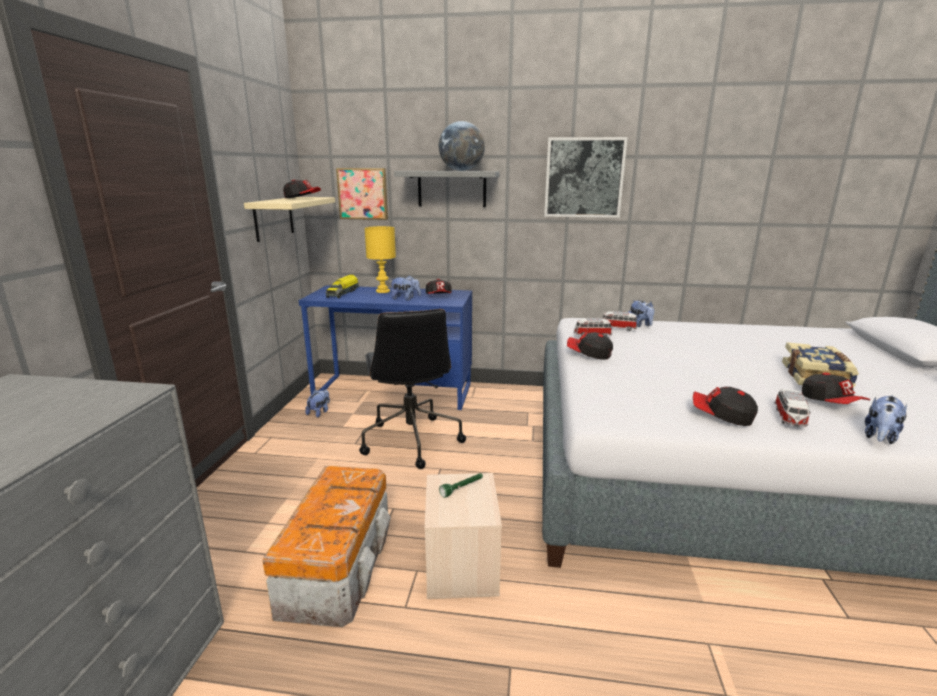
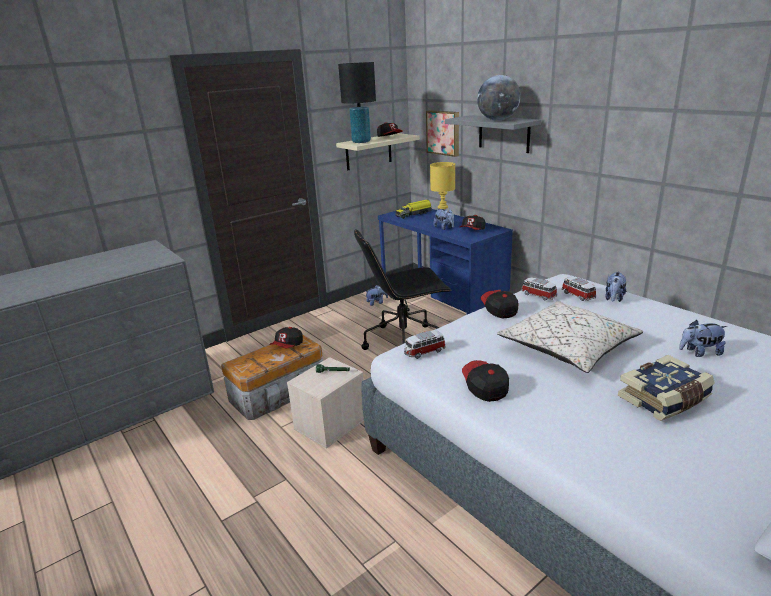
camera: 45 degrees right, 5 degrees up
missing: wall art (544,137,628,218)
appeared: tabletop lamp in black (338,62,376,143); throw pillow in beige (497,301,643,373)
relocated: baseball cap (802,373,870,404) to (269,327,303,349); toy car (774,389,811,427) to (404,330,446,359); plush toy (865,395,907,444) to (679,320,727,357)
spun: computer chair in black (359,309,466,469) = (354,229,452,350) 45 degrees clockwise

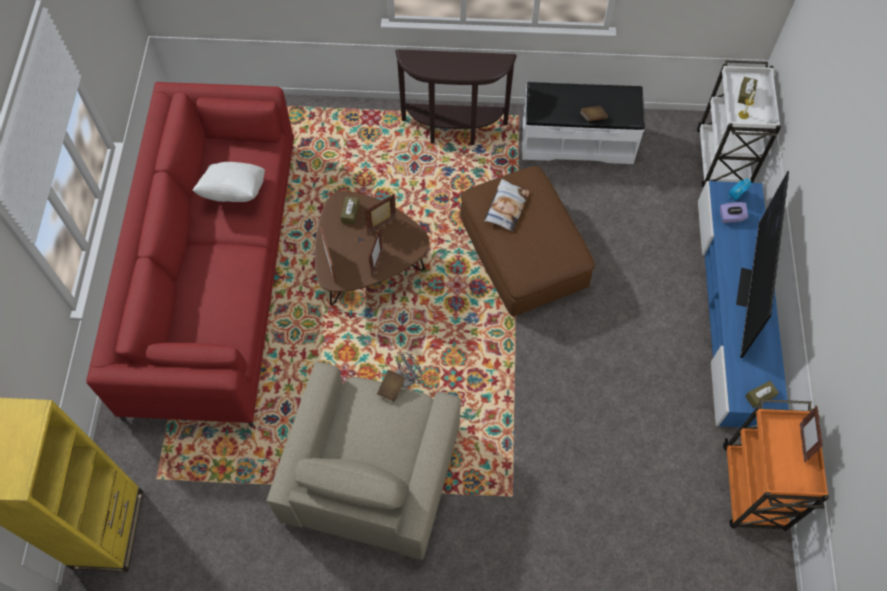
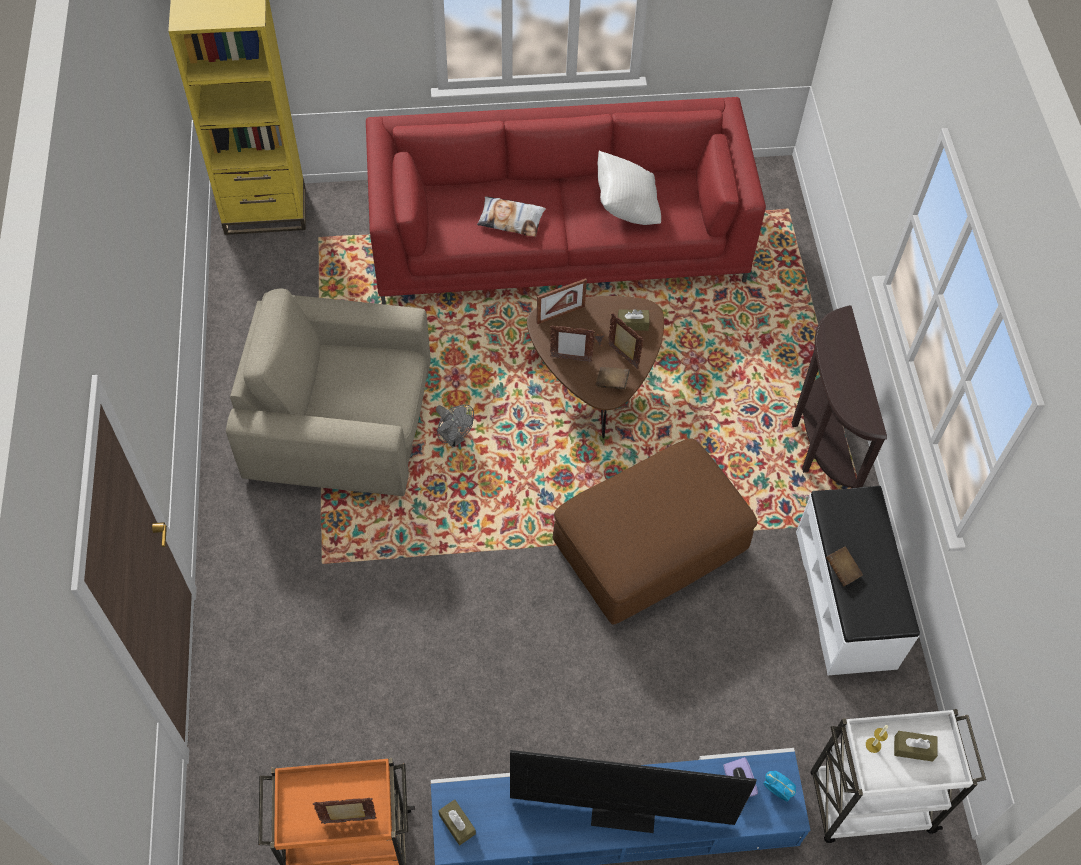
camera: 80 degrees right, 5 degrees down
relocated: throw pillow (484,179,530,231) to (477,196,546,237); volume in brown (377,370,406,402) to (596,367,630,390)

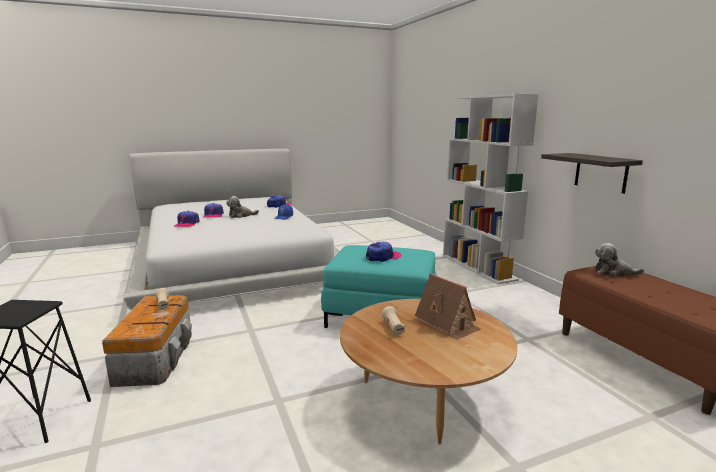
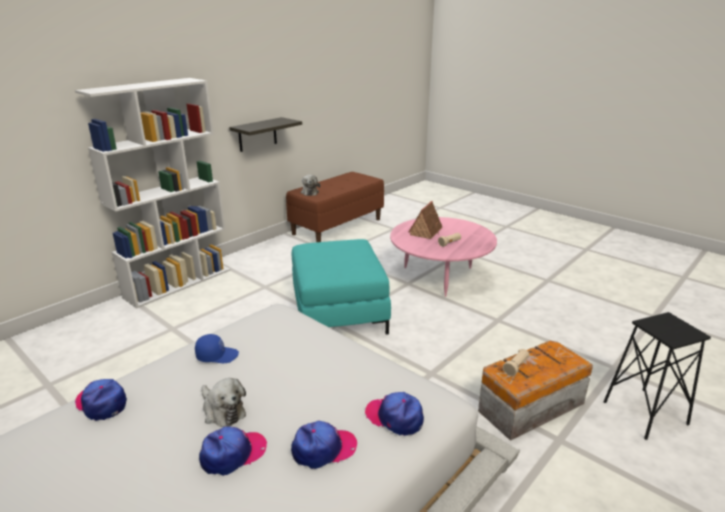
camera: 115 degrees left, 10 degrees up
relocated: baseball cap (366,242,401,262) to (365,392,424,436)
colour: lounge table in brown (340,299,517,444) to lounge table in pinkish (390,217,497,297)

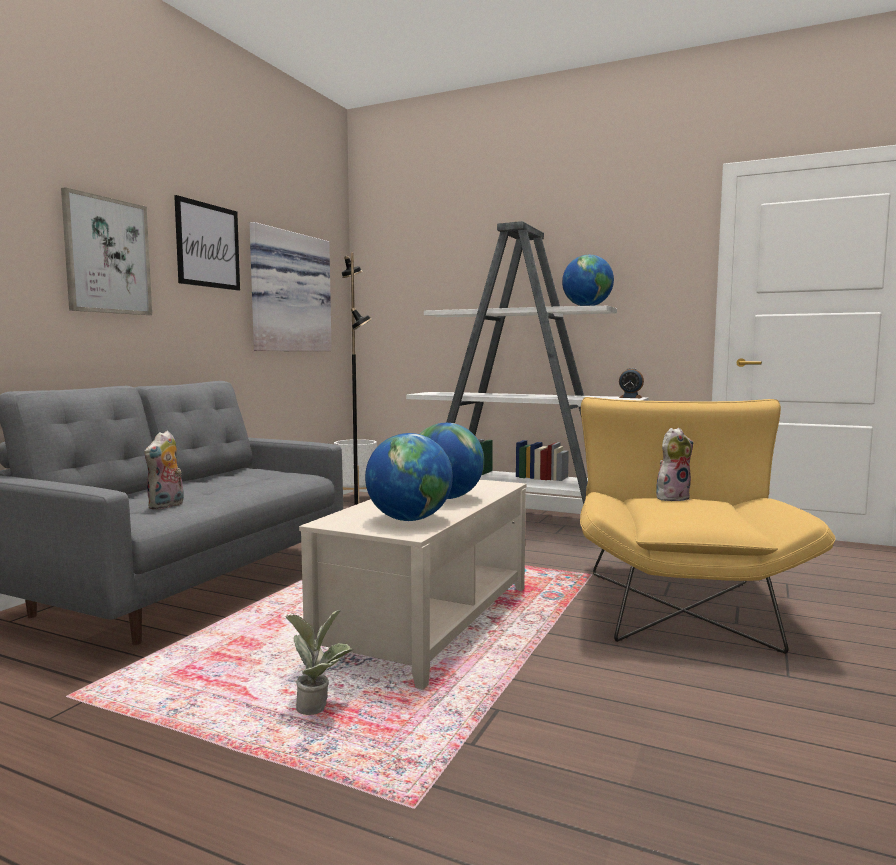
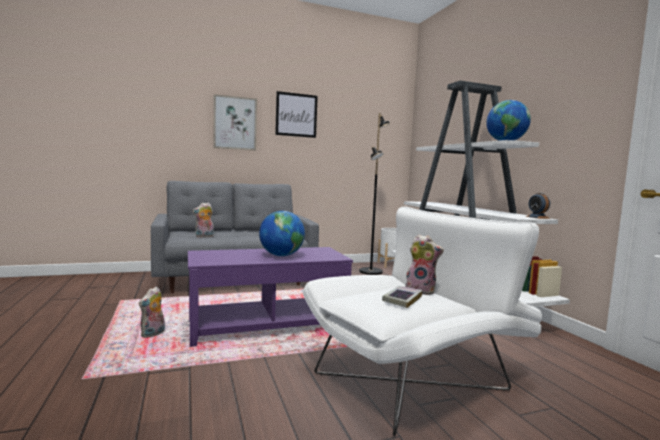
camera: 45 degrees right, 0 degrees up
missing: wall art (250,222,332,351); world globe (365,433,453,521)
appeared: volume (382,286,422,308)
exchanged: potted plant (286,610,353,715) to plush toy (139,287,165,338)
colour: easy chair in yellowish (580,397,836,654) to easy chair in whitish (303,207,542,436); lounge table in beige (299,479,526,689) to lounge table in purplish (188,247,353,347)

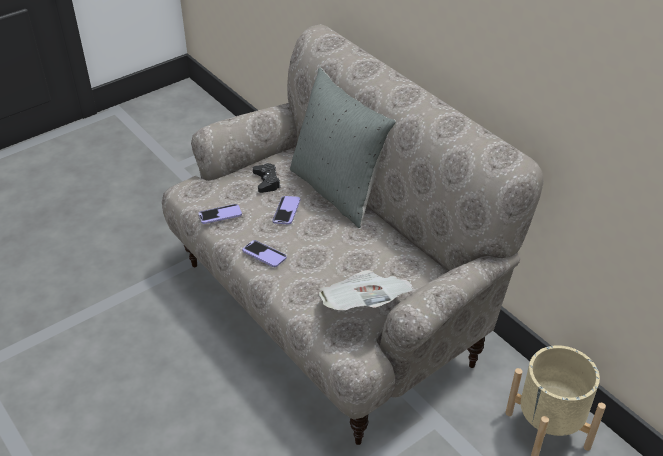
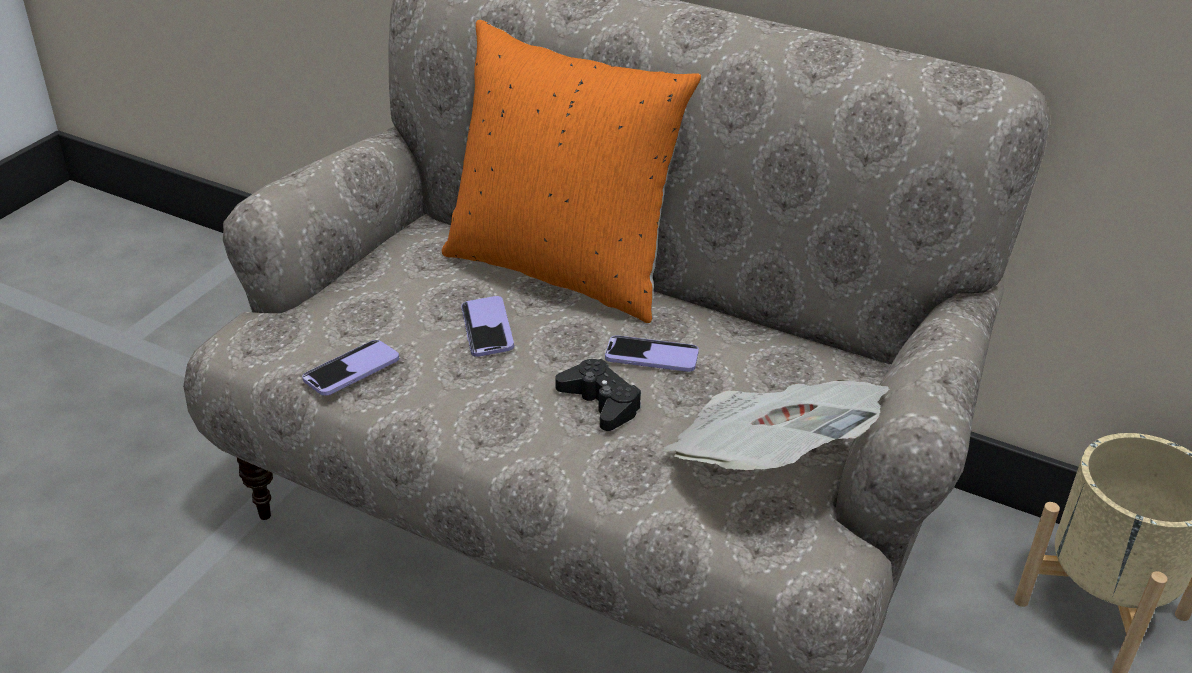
camera: 25 degrees left, 5 degrees down
relocated: gamepad in black (253,163,281,193) to (555,359,641,431); telephone (242,240,287,267) to (605,335,699,372)
colour: throw pillow in greyish (290,68,396,228) to throw pillow in orangey (442,20,701,323)

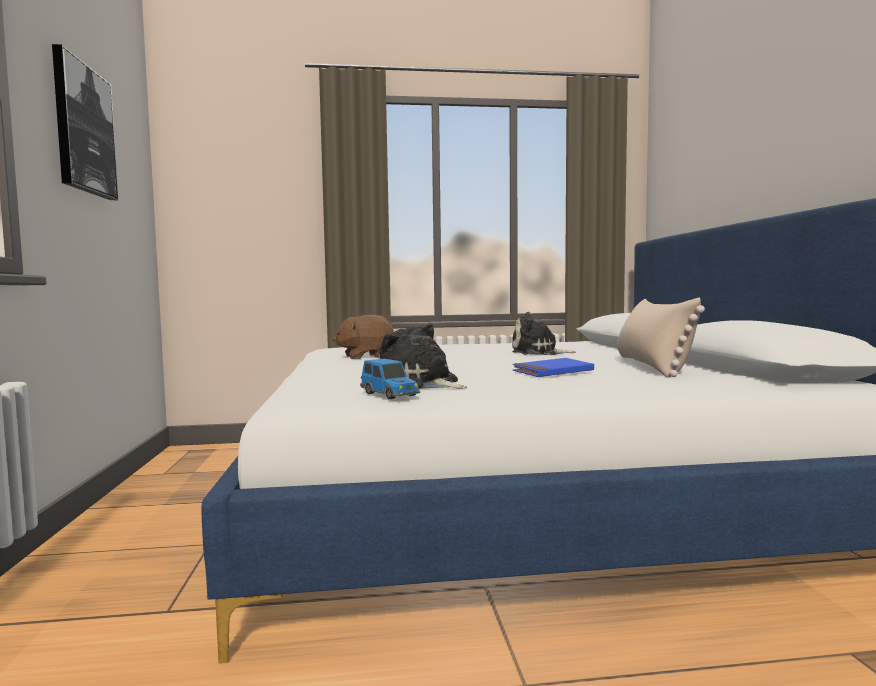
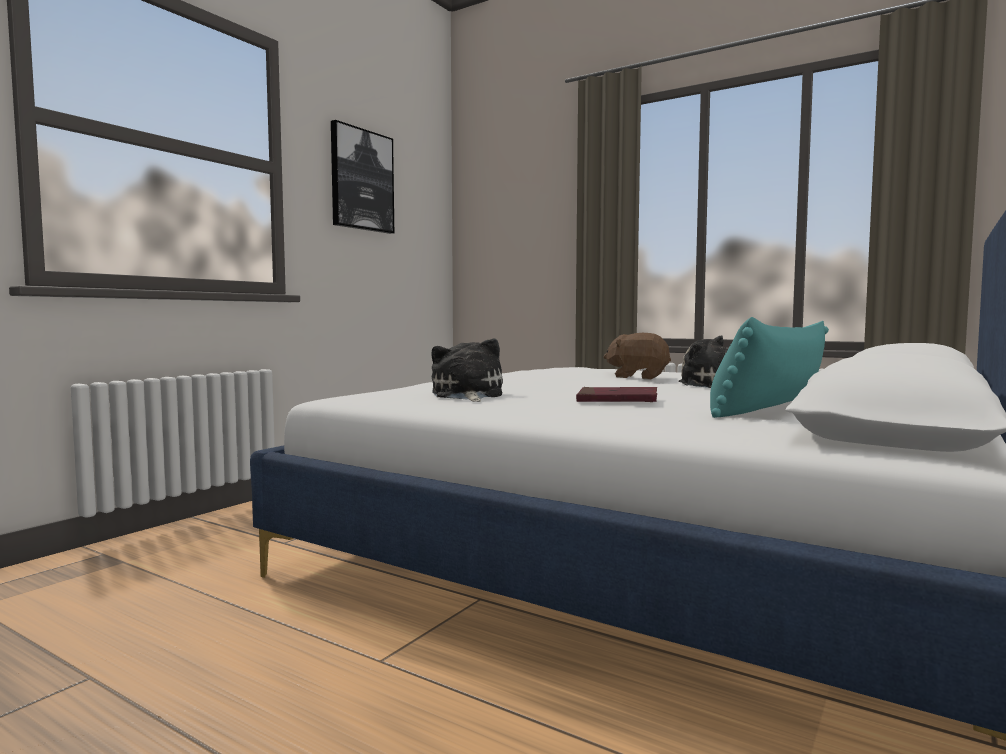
camera: 40 degrees right, 0 degrees up
missing: toy car (360,359,420,399)
relocated: plush toy in brown (333,315,394,359) to (603,333,671,380)
colour: throw pillow in beige (617,297,705,378) to throw pillow in blue-green (710,317,829,418); volume in blue-coloured (513,358,594,377) to volume in red (576,387,657,402)

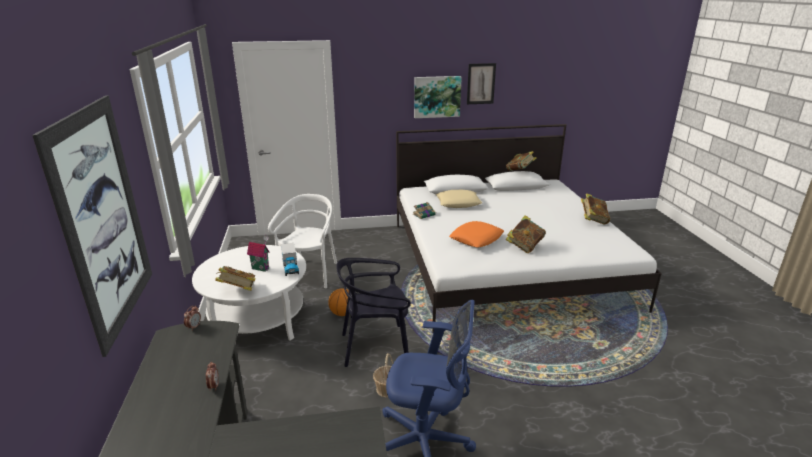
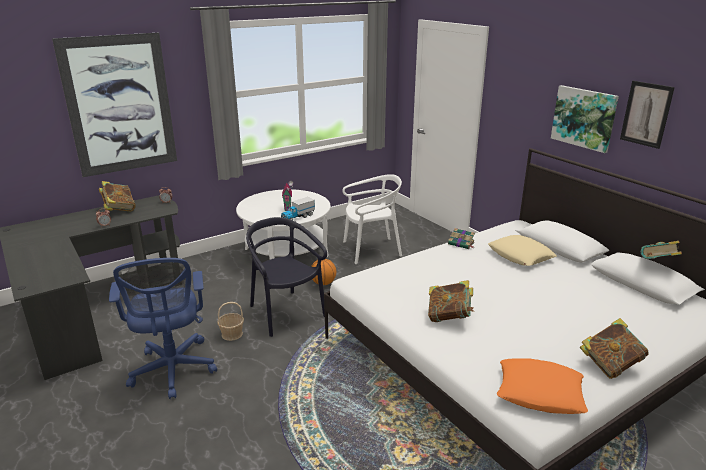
camera: 65 degrees right, 0 degrees up
relocated: throw pillow in orangey (449,221,504,247) to (497,358,588,414); volume (215,266,256,291) to (99,181,136,212)

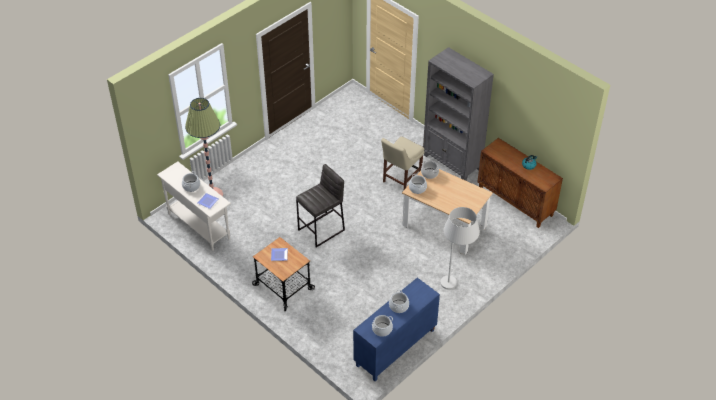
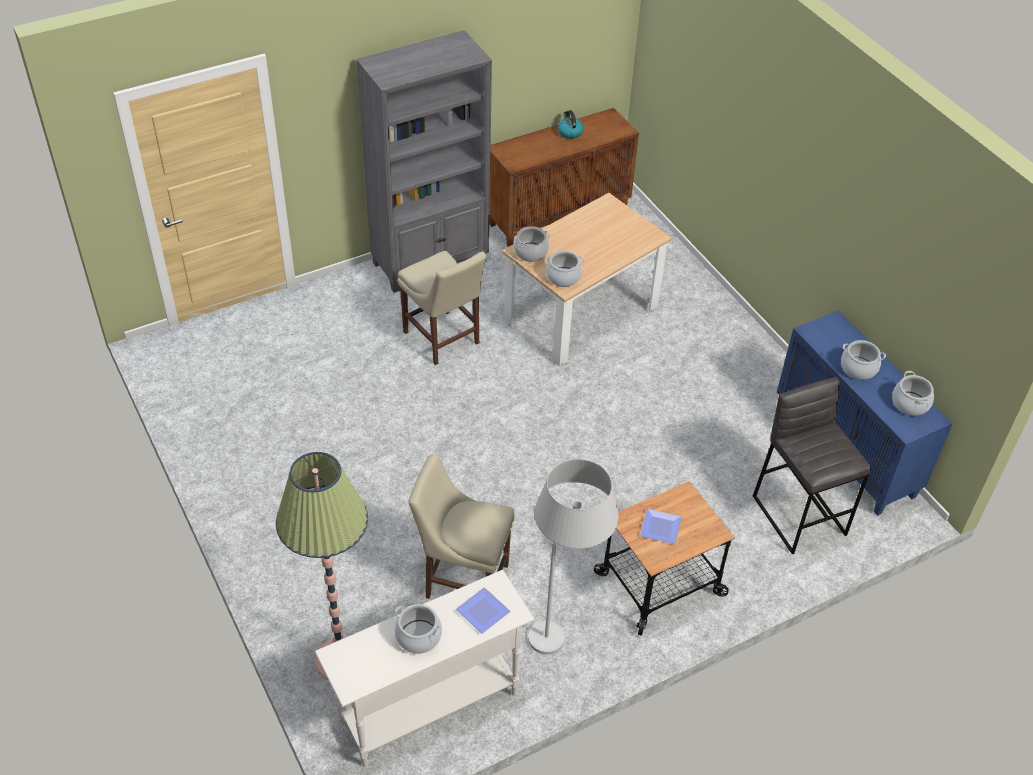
camera: 75 degrees left, 0 degrees up
appeared: upright chair in beige (409,454,515,599)
relocated: stool in greyish (296,164,345,248) to (753,377,871,554); floor lamp in whitish (440,207,480,290) to (528,459,619,655)

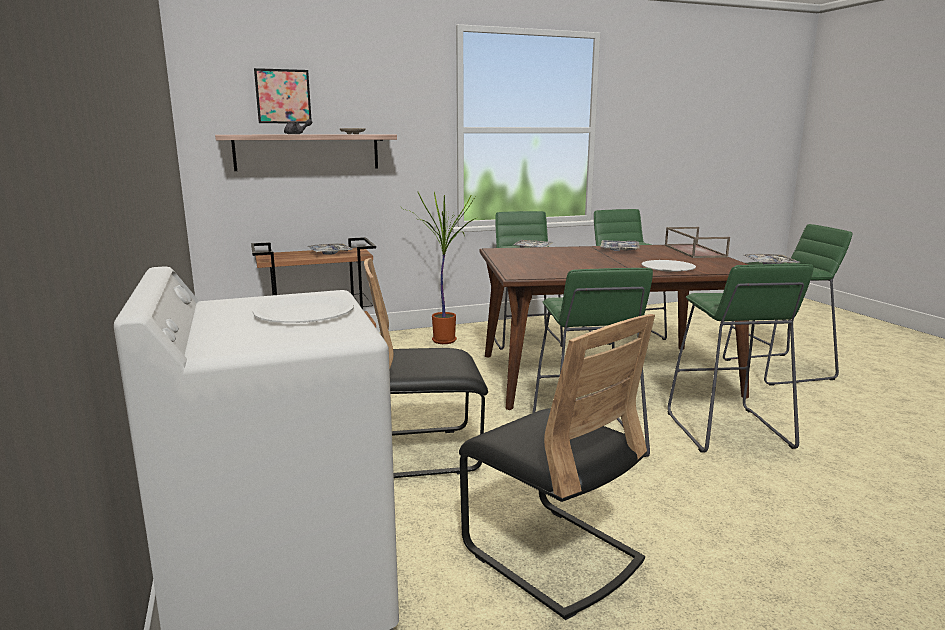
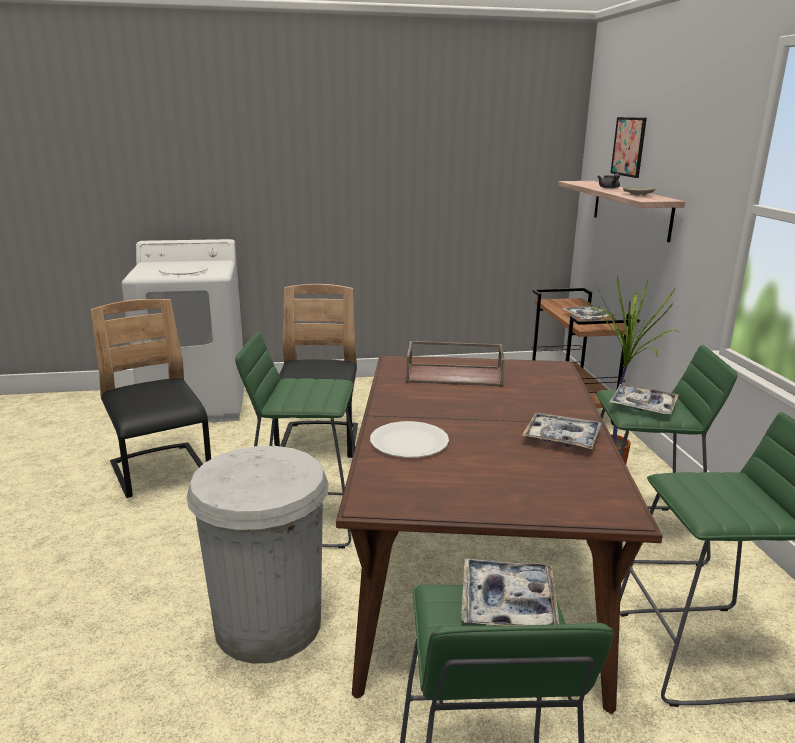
camera: 100 degrees right, 5 degrees up
relocated: tray in brown (665,227,730,258) to (406,341,505,386)
exchanged: stool in green-coloured (668,264,814,453) to trash can in whitish (187,446,329,664)
spun: upright chair in black (459,314,655,620) = (91,299,211,498) 90 degrees clockwise

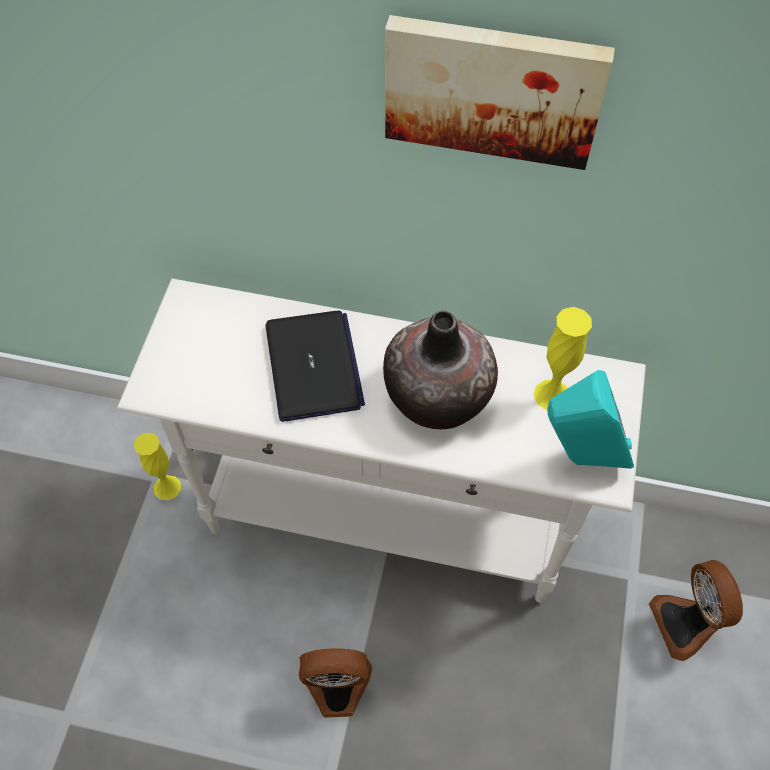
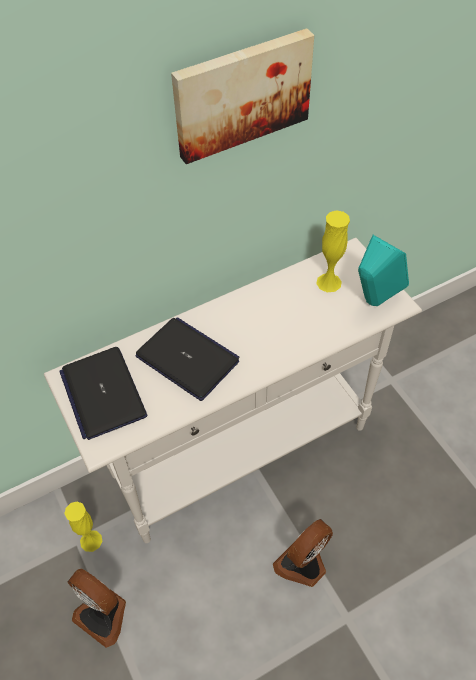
camera: 40 degrees left, 5 degrees down
missing: decorative vase (383,311,498,429)
appeared: laptop (59,347,147,440)
relocated: electric fan (649,560,743,661) to (68,569,126,648)

